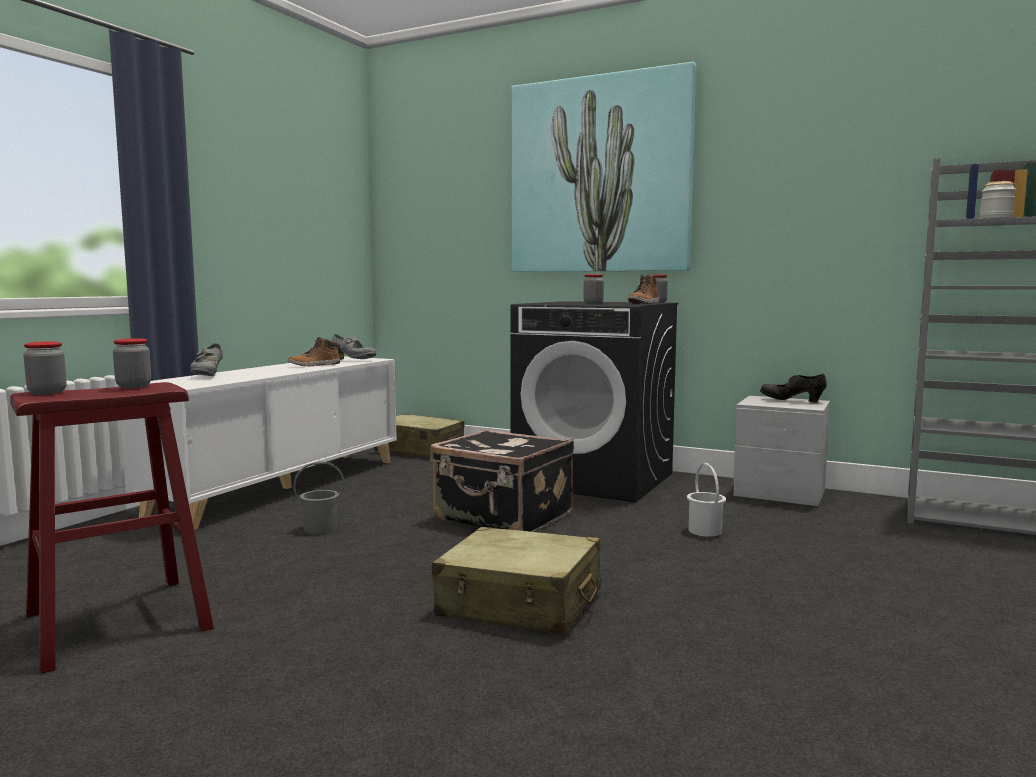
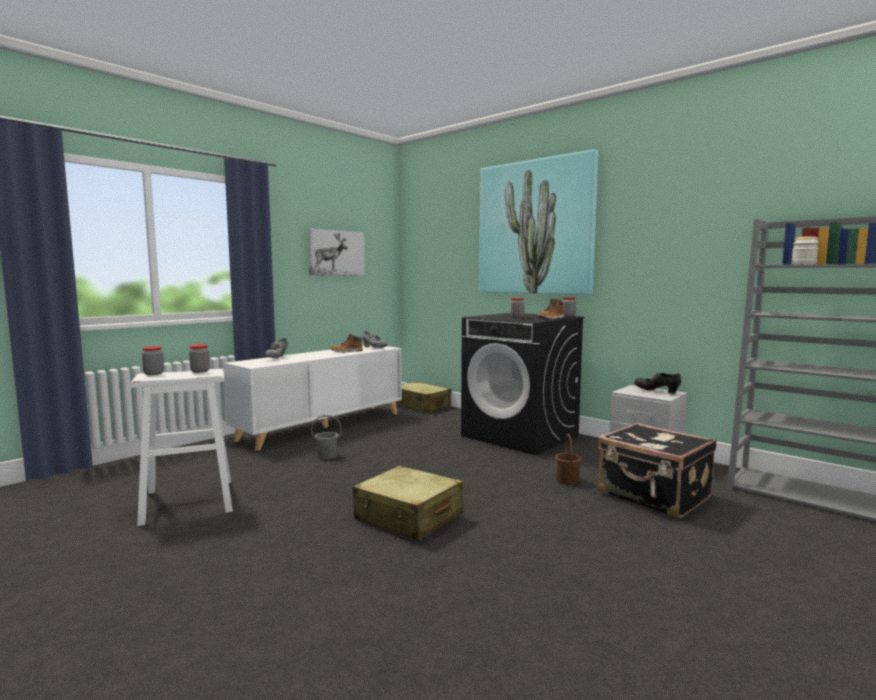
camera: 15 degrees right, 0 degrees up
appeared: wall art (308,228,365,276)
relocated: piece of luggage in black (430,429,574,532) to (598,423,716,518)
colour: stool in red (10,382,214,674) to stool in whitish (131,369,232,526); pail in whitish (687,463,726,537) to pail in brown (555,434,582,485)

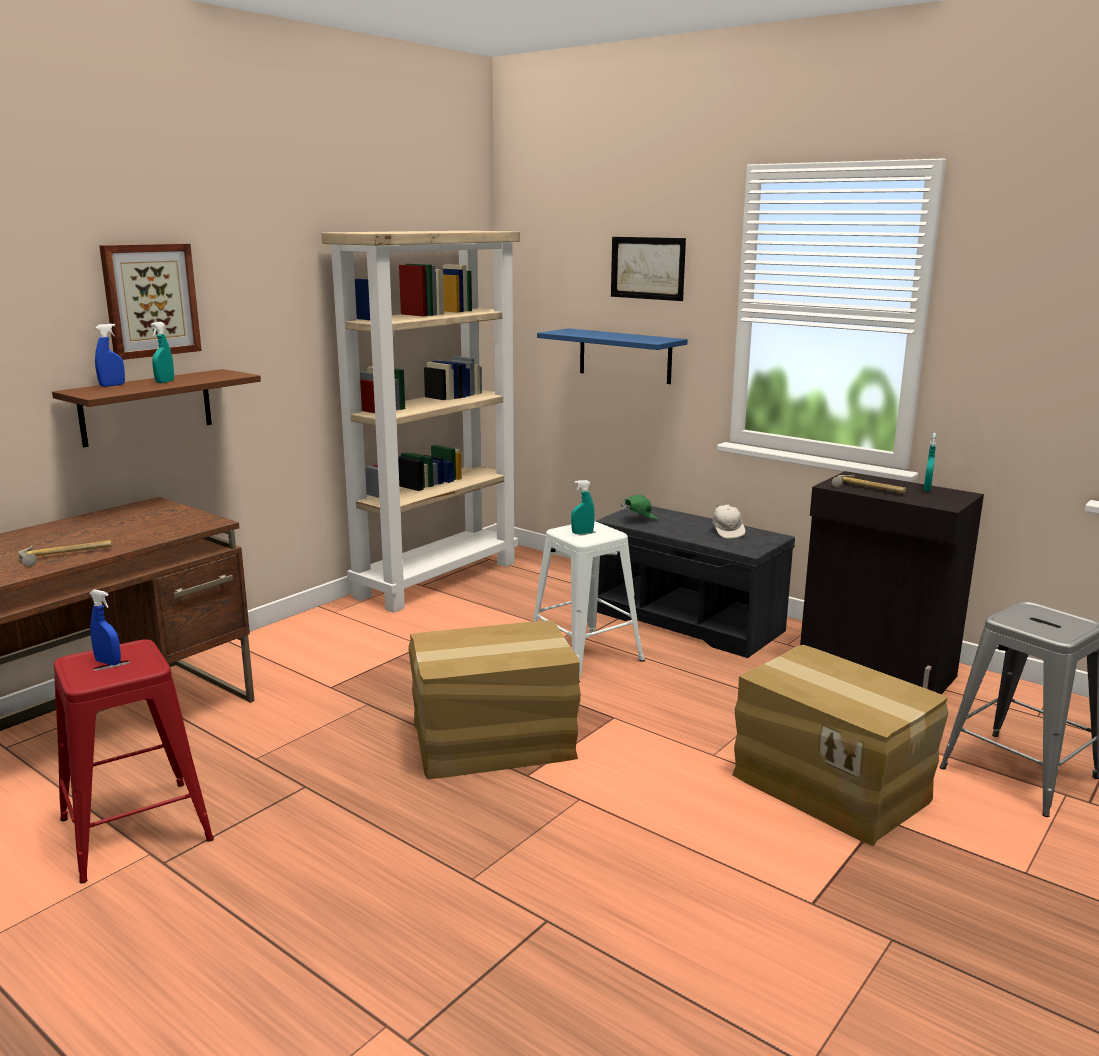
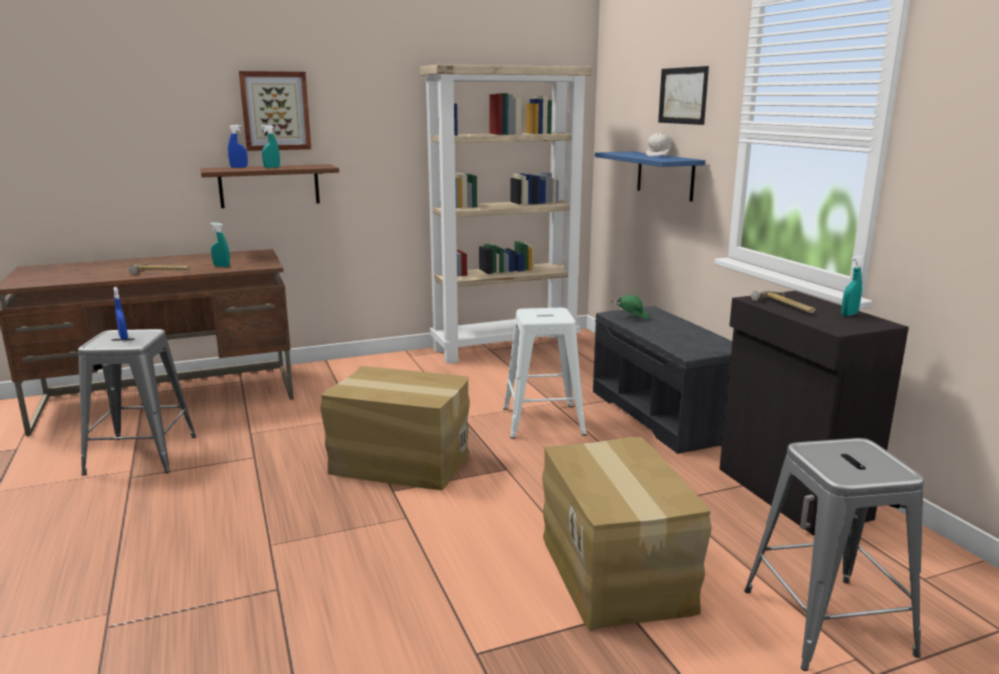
camera: 30 degrees right, 0 degrees up
relocated: hand sprayer in blue-green (571,480,595,534) to (210,222,230,267); baseball cap in whitish (713,504,745,539) to (646,133,672,156)
colour: stool in red (54,639,214,883) to stool in greyish (78,329,196,476)

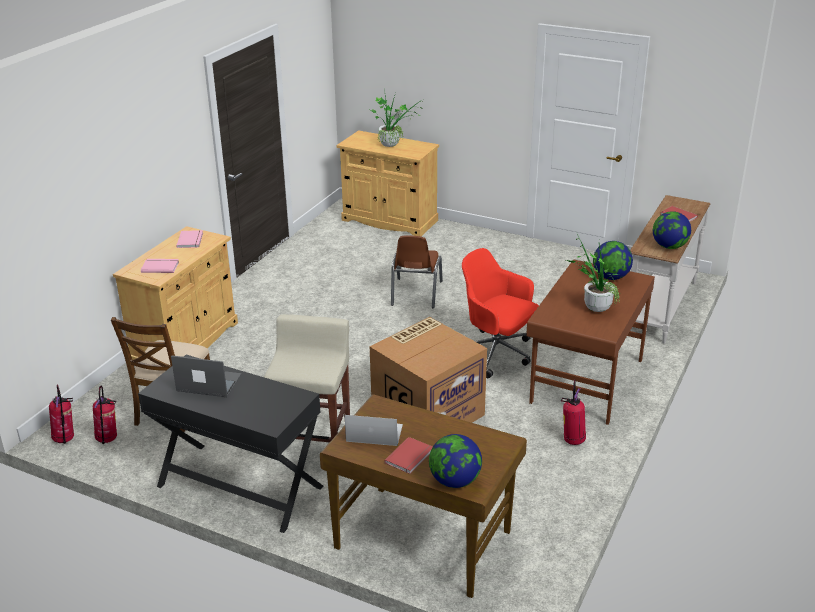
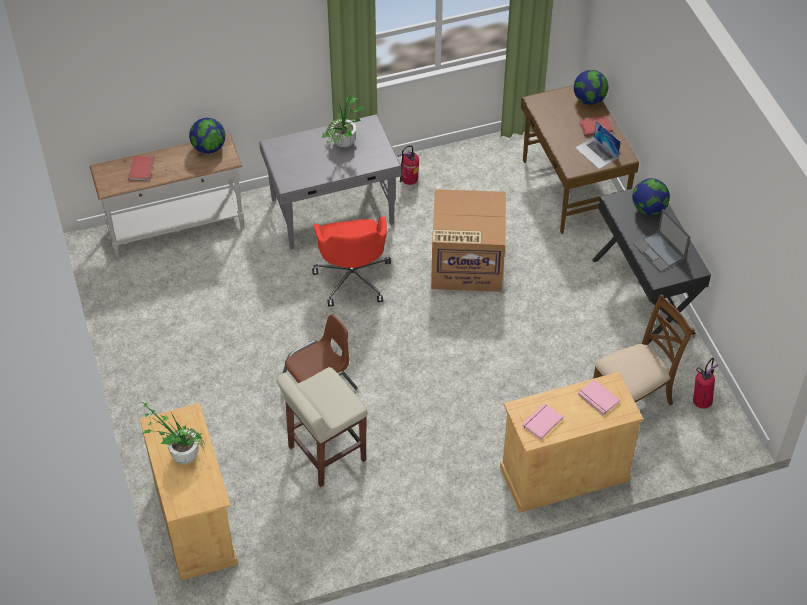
camera: 135 degrees left, 20 degrees up
missing: extinguisher (49,385,74,444)
relocated: world globe (593,241,633,280) to (632,178,670,215); stool in beige (264,314,350,442) to (276,367,367,487)
colour: desk table in brown (526,259,655,425) to desk table in greyish (259,114,402,249)

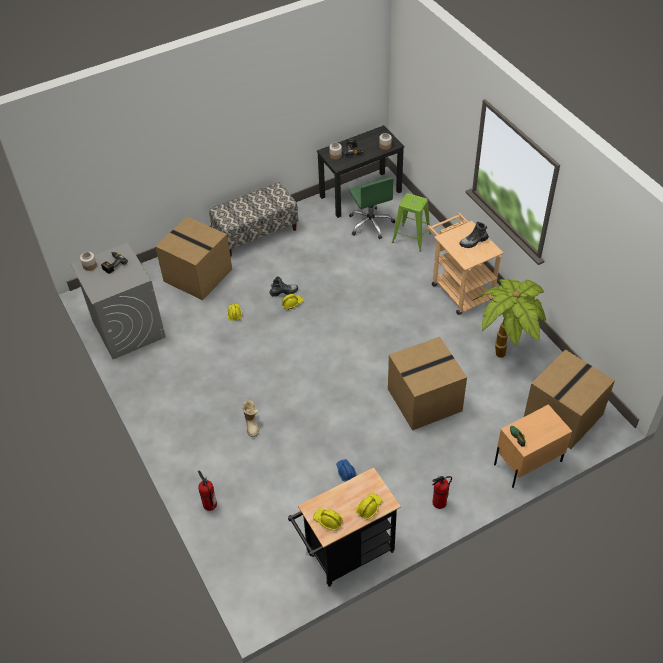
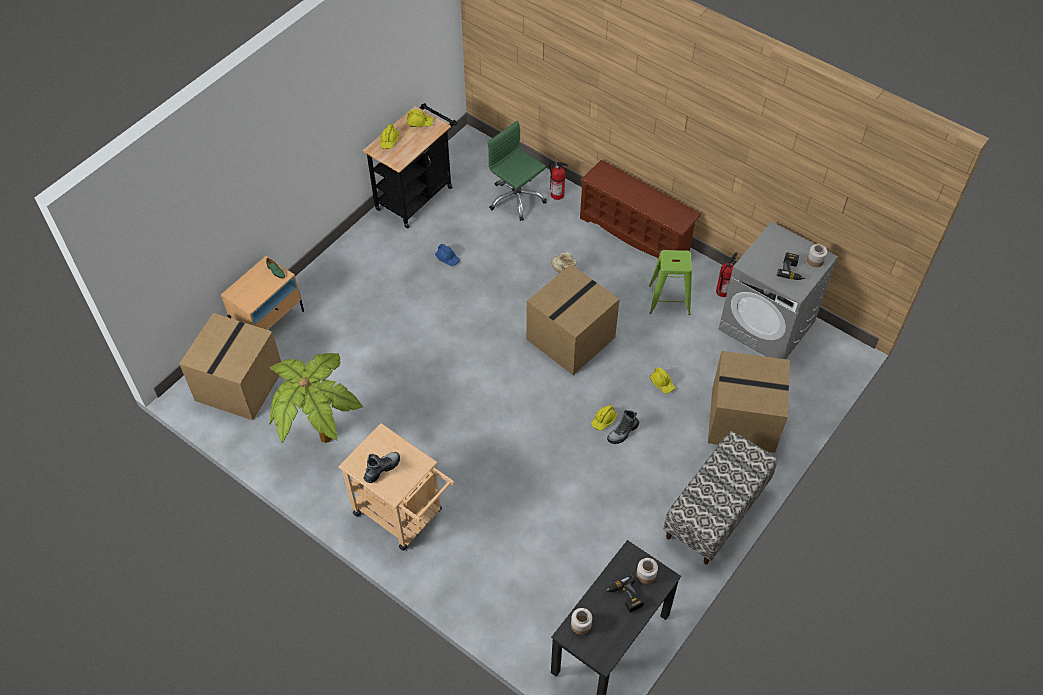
camera: 155 degrees right, 5 degrees up
appeared: shoe rack in brown (580,160,701,262)
relocated: computer chair in green-coloured (349,177,395,239) to (487,121,547,221); stool in green-coloured (392,193,431,251) to (649,250,692,315); packing box (388,337,467,430) to (526,264,620,375); extinguisher (432,476,452,509) to (716,253,738,297)

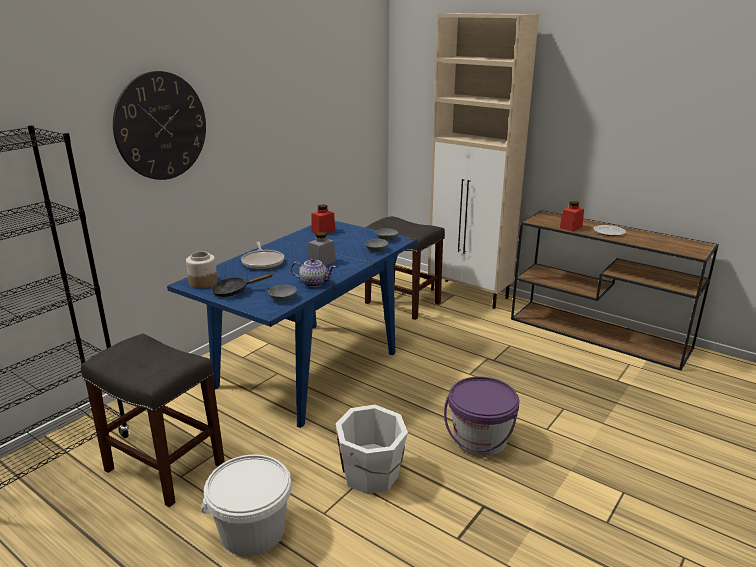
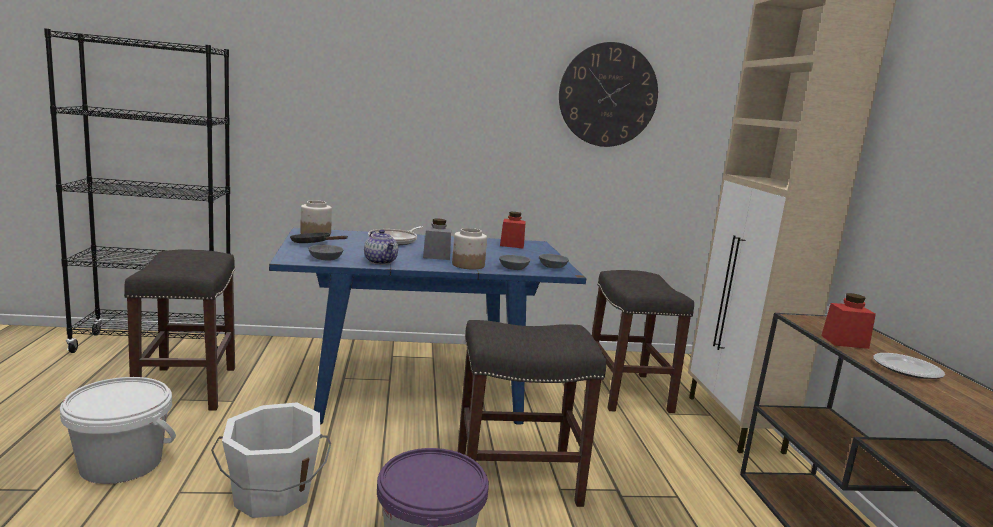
camera: 45 degrees right, 10 degrees down
appeared: jar (452,228,487,269); stool in greyish (457,320,606,507)
relocated: clock on the wall (113,71,206,180) to (559,42,658,147)

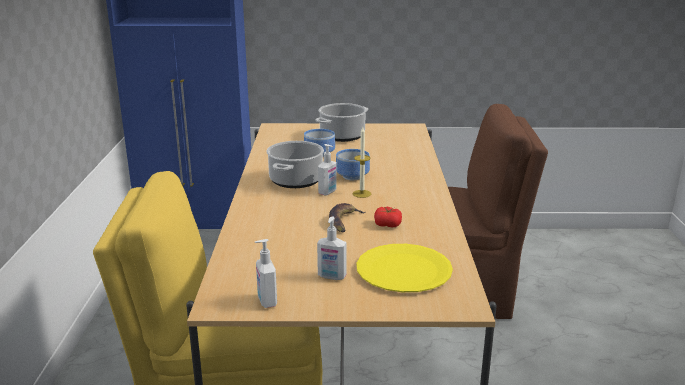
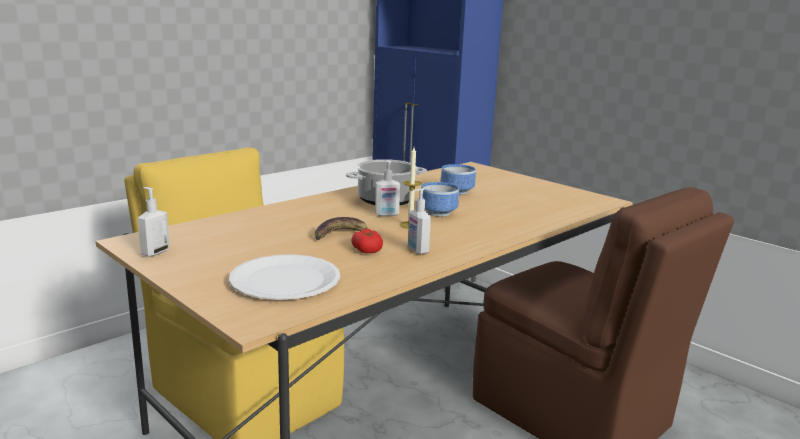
camera: 45 degrees right, 5 degrees down
missing: saucepot (315,103,368,142)
relocated: liquid soap bottle (317,217,347,280) to (408,188,431,254)
colour: dinner plate in yellowish (356,244,453,292) to dinner plate in whitish (229,254,340,300)

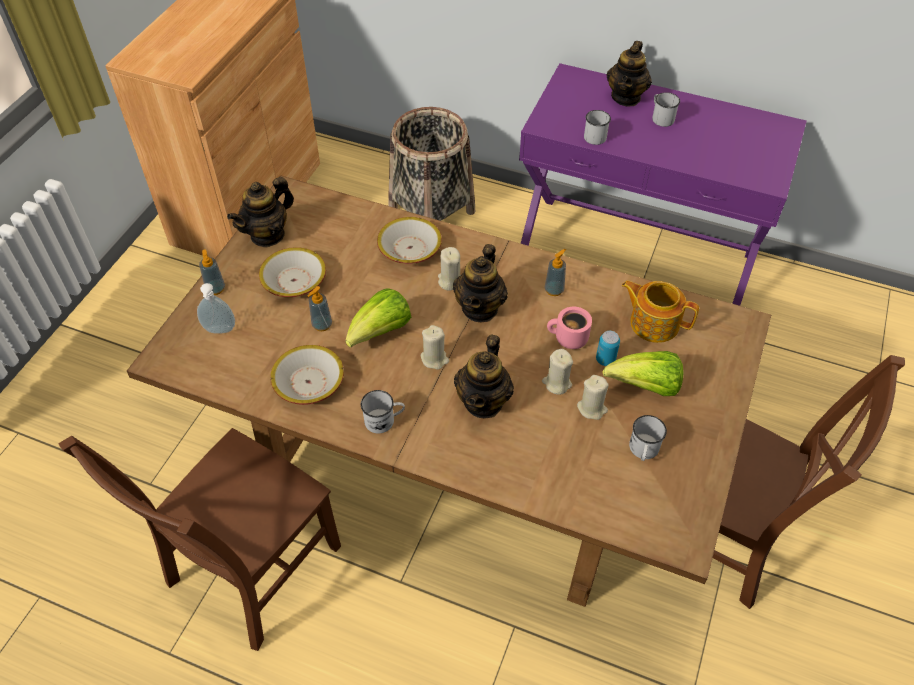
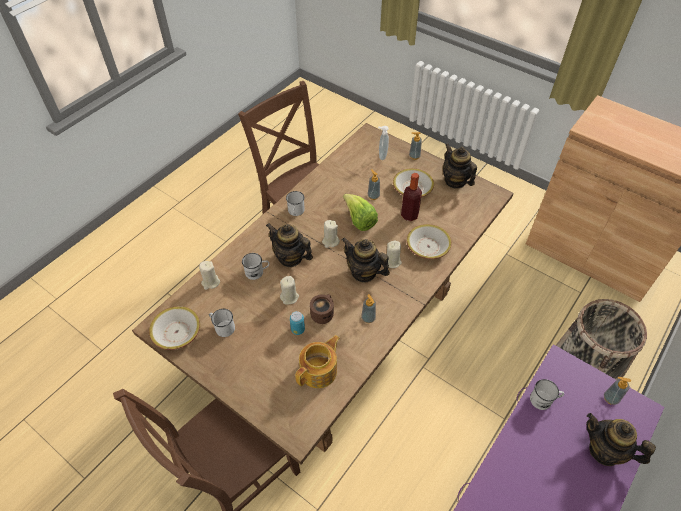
camera: 105 degrees right, 0 degrees up
missing: lettuce head (602,351,683,396)
appeared: drink bottle (401,173,422,221); liquid soap bottle (604,377,631,405)
relocated: tea mug in whitish (652,92,680,127) to (242,253,269,280); bowl (270,345,344,405) to (149,306,200,350); wax candle in beige (577,375,609,420) to (199,261,220,290)
colour: tea mug in pinkish (547,307,592,349) to tea mug in brown (310,294,334,324)

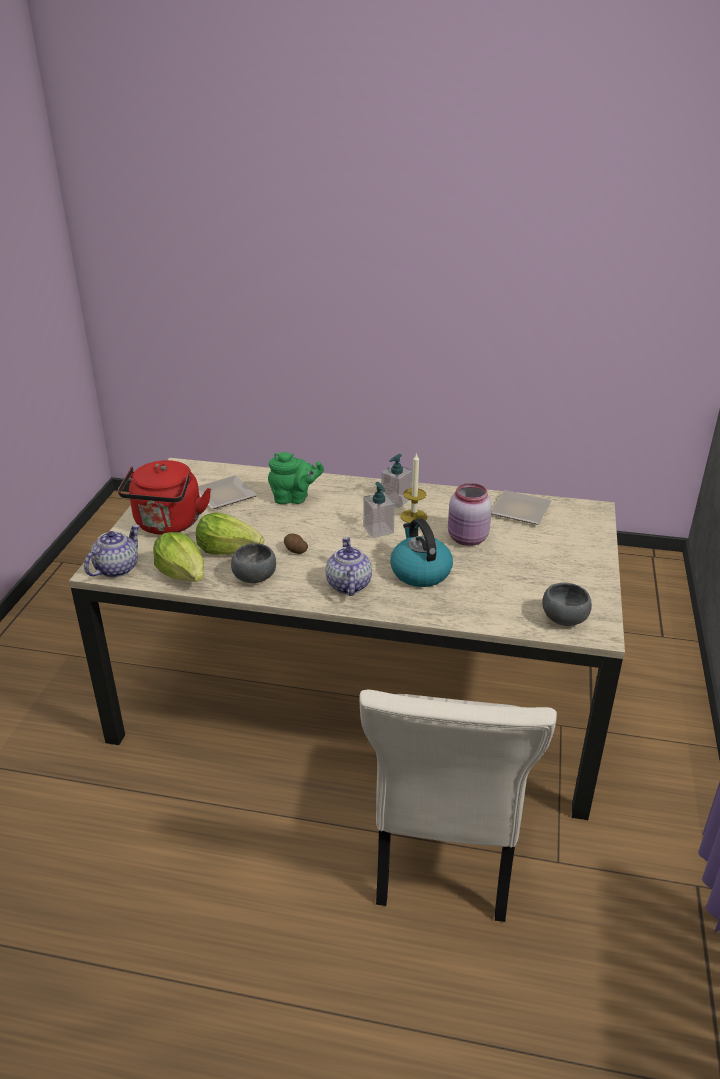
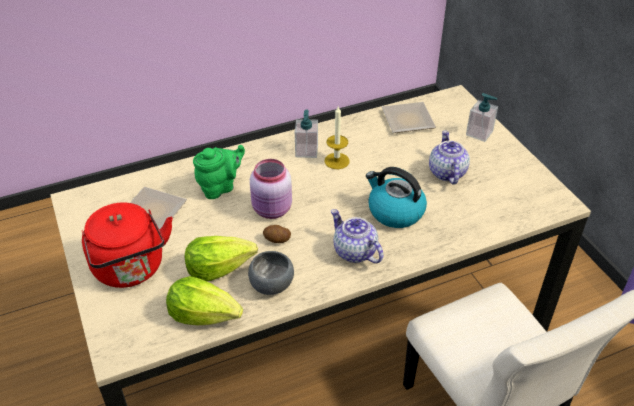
camera: 35 degrees left, 10 degrees up
missing: bowl in greyish (542,583,592,626)
relocated: liquid soap bottle (363,482,395,538) to (466,93,498,142); jar in pinkish (448,483,492,546) to (250,159,292,219); teapot (84,525,140,578) to (429,131,470,185)

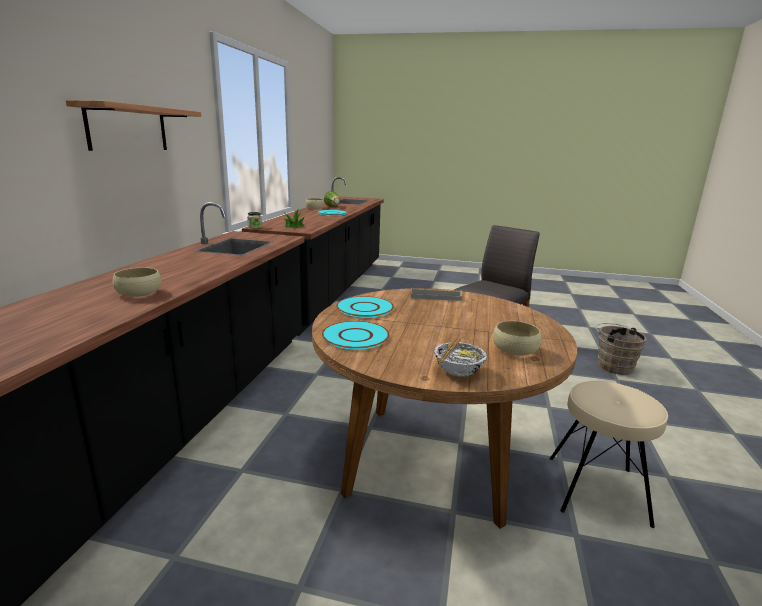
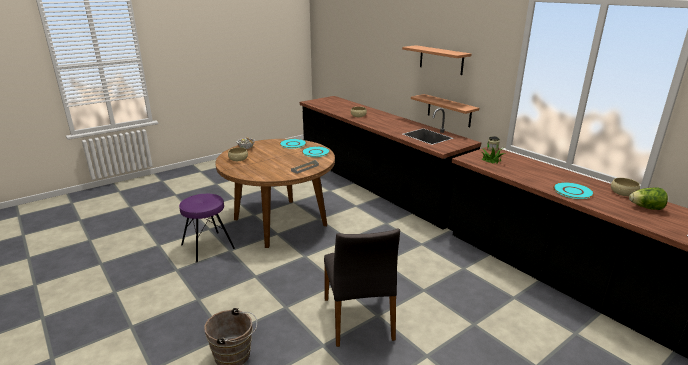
camera: 130 degrees right, 5 degrees up
appeared: wall shelf (411,94,479,127)
colour: stool in beige (549,381,668,528) to stool in purplish (179,194,235,263)

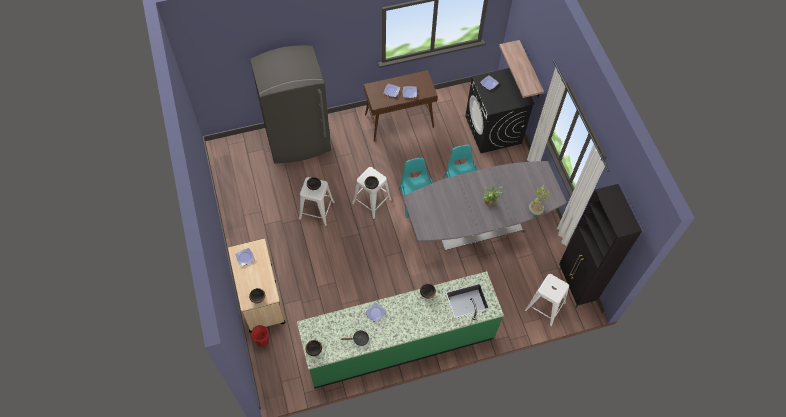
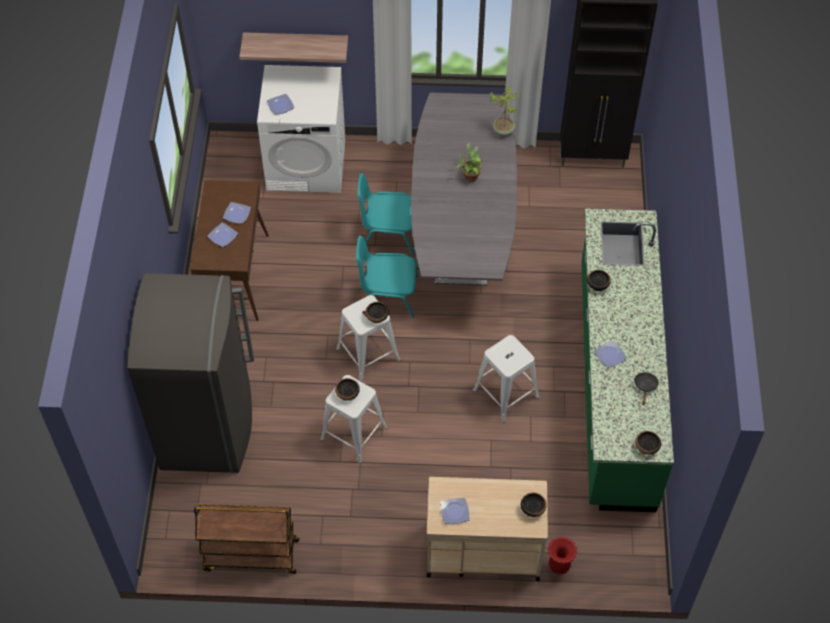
camera: 70 degrees left, 5 degrees down
appeared: cart in brown (194,504,299,574)
relocated: stool in whitish (525,274,569,326) to (473,335,540,423)
colour: washing machine in black (465,68,535,153) to washing machine in whitish (257,65,345,193)

